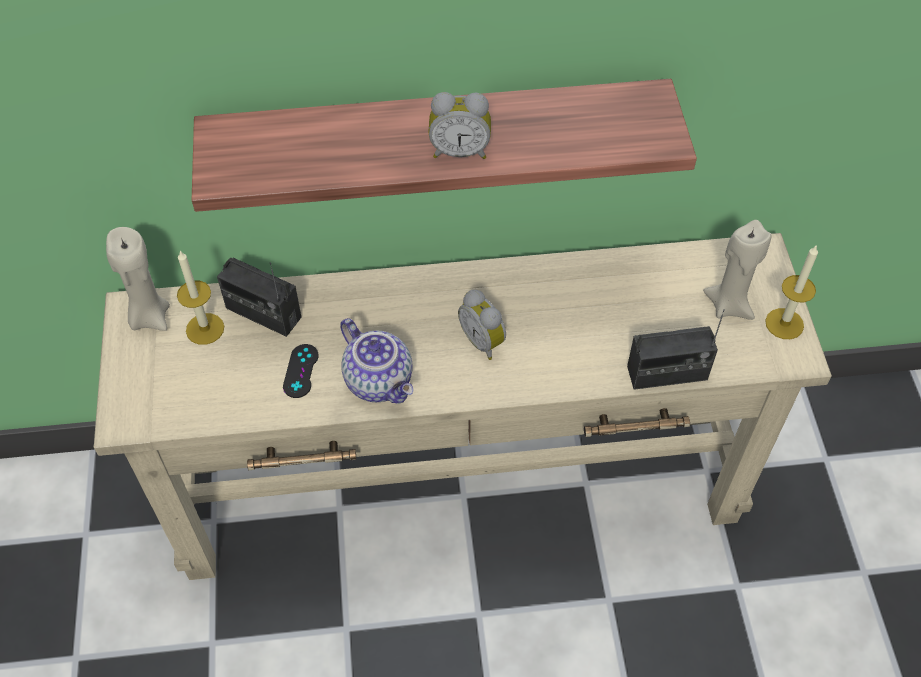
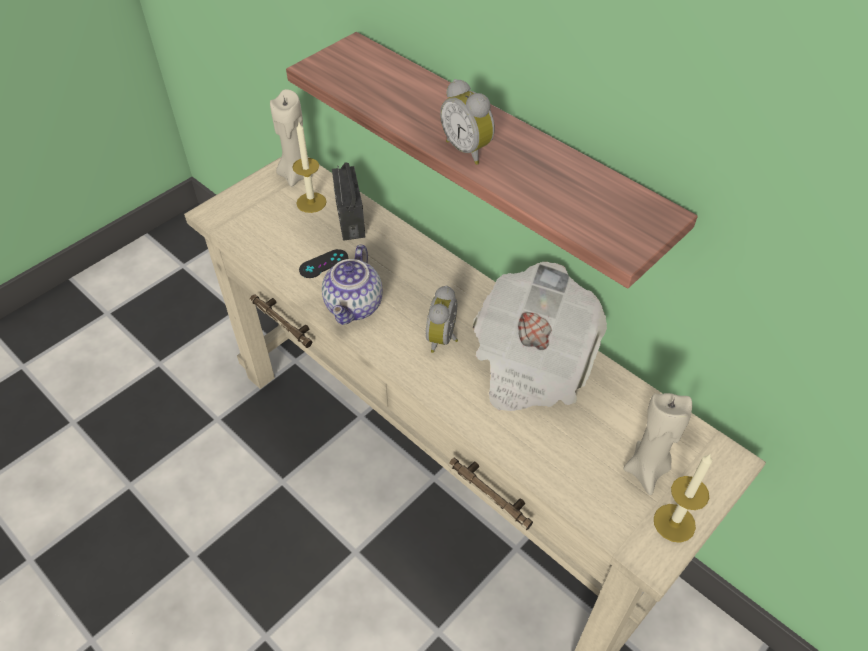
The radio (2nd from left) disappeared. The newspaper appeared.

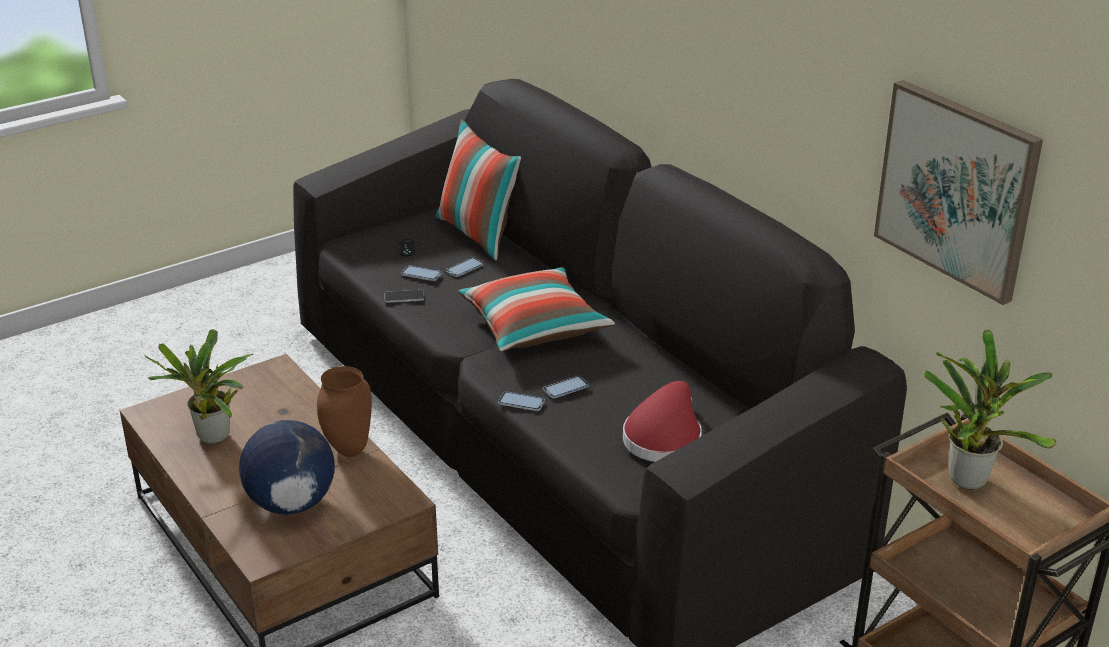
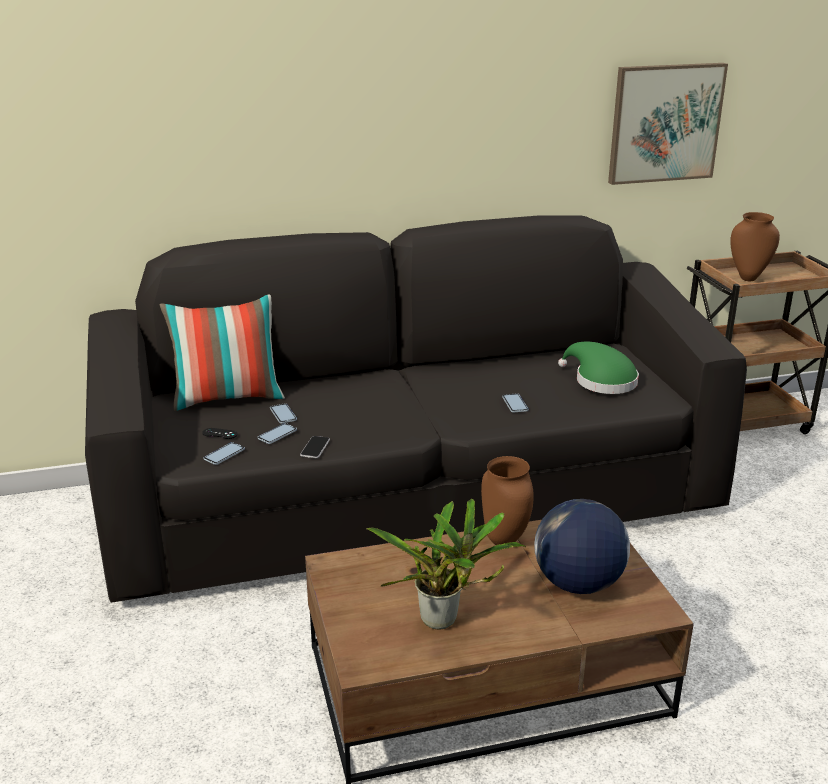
The pillow (2nd from left) disappeared. The phone (4th from left in the first image) moved. The hat (red) became the hat (green). The potted plant (2nd from left) was replaced by the vase (brown) (2nd from left).

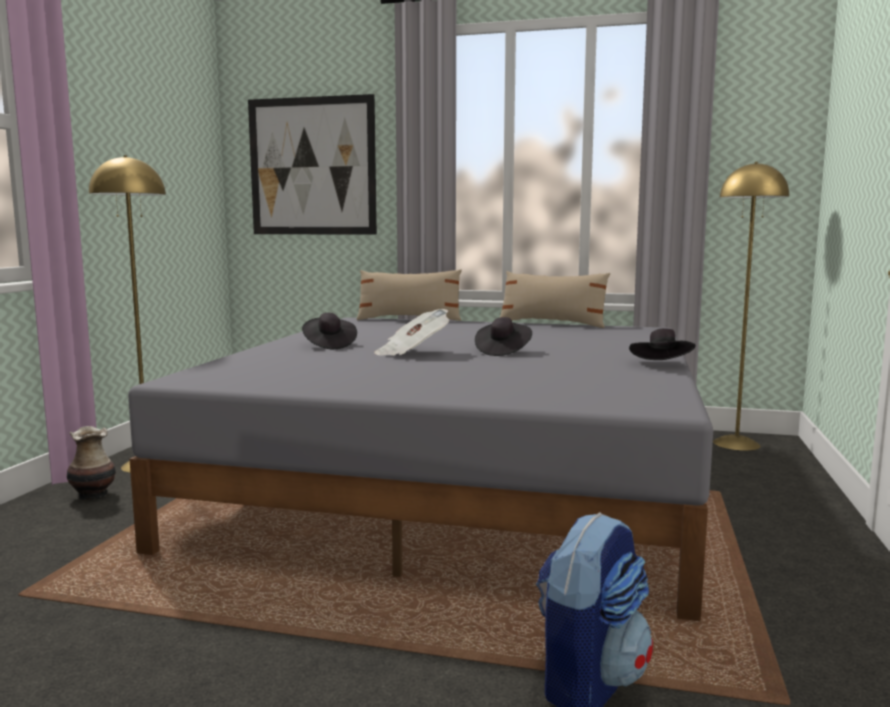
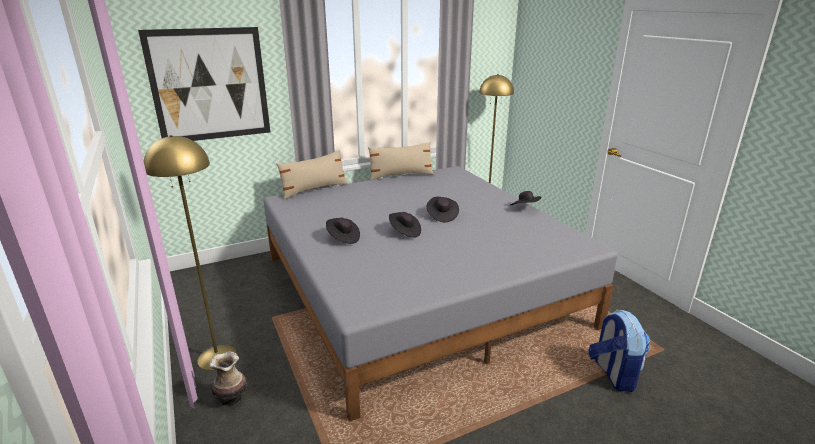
The newspaper was replaced by the hat (black) (2nd from left).

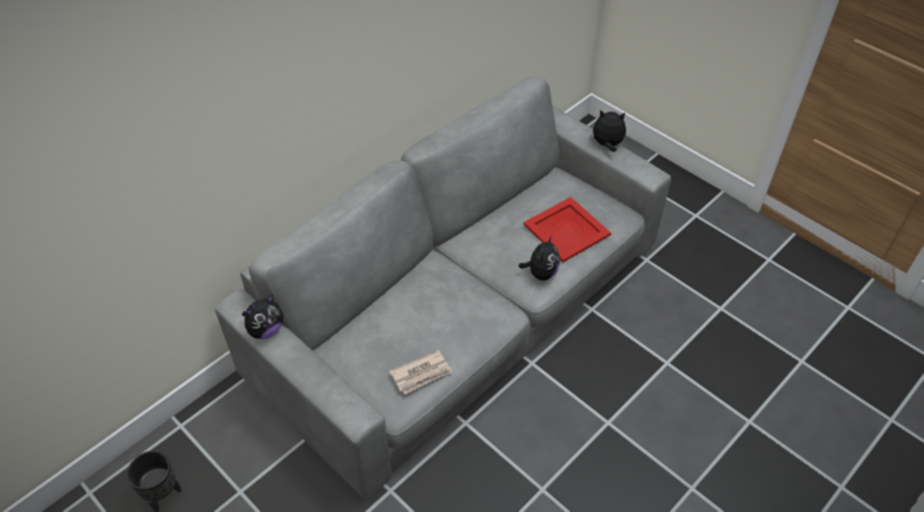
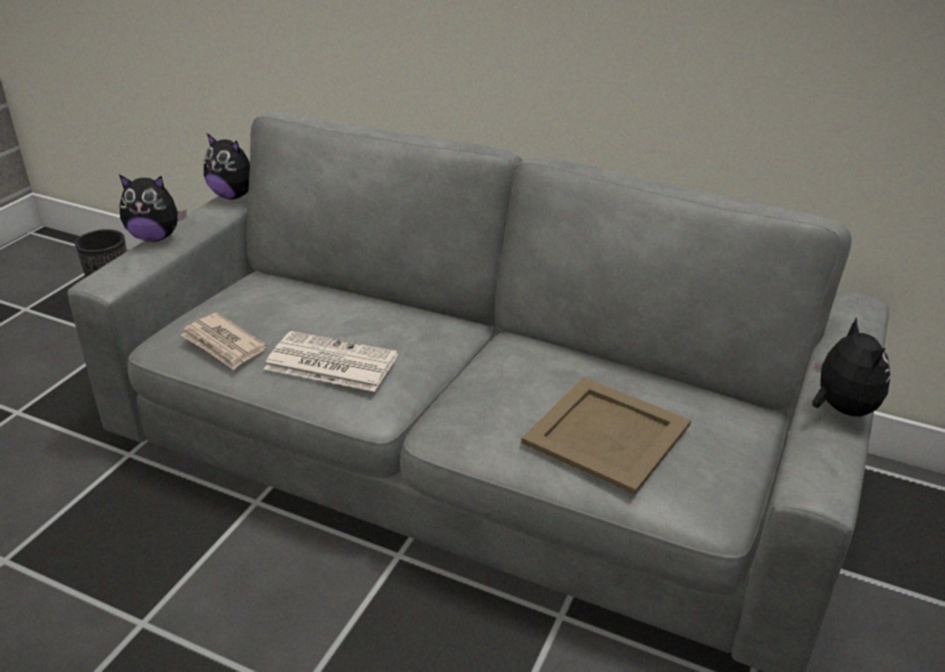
The plush toy (2nd from left in the first image) moved. The tray (red) became the tray (beige). The newspaper (2nd from left) appeared.

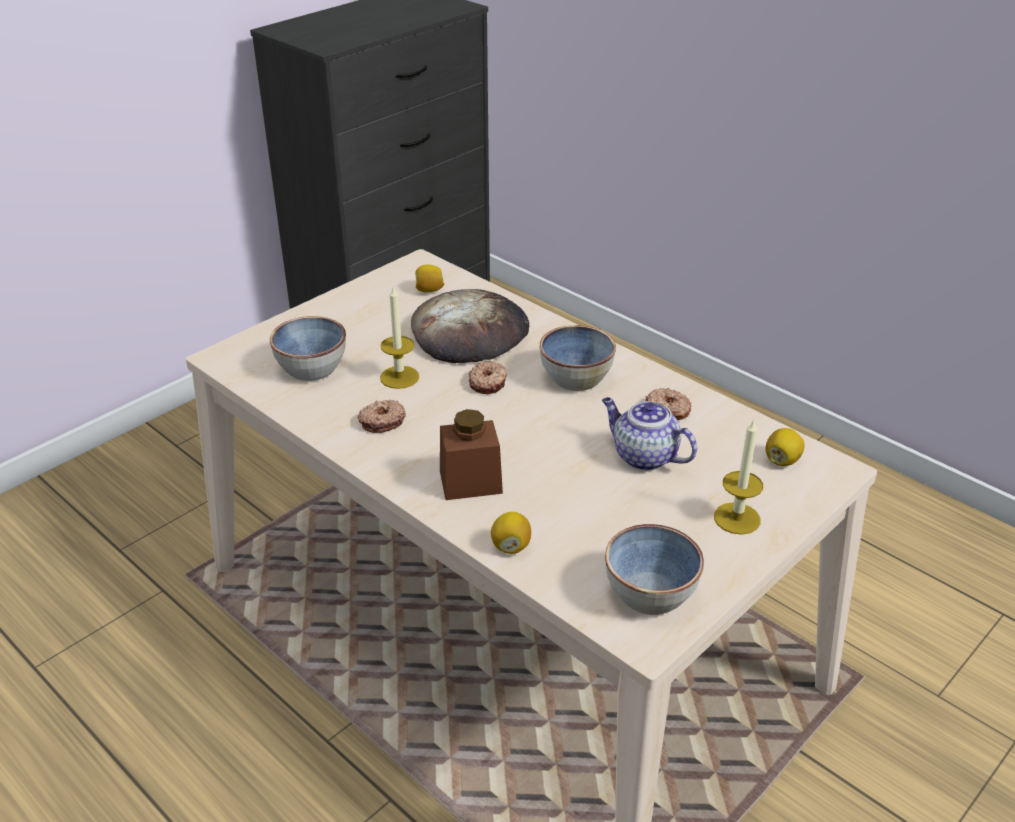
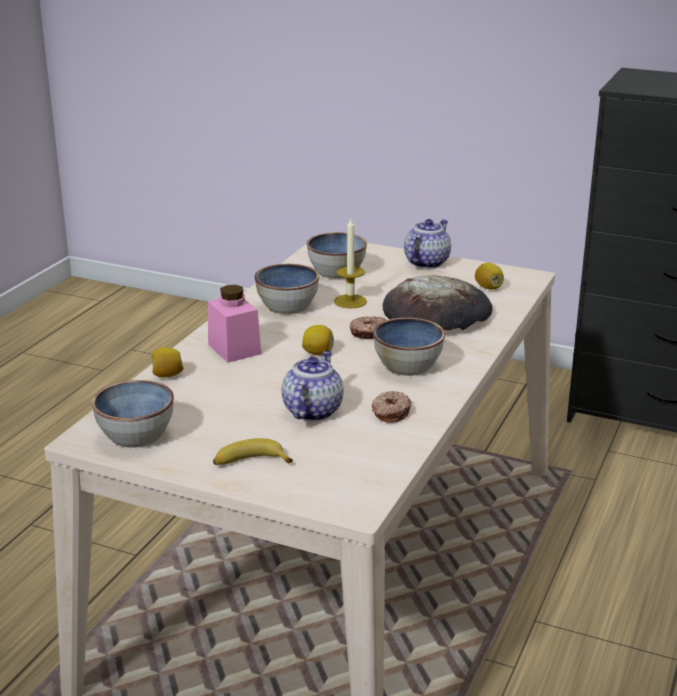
The donut (1st from left) was replaced by the bowl (2nd from left). The jar (brown) became the jar (pink). The candle (2nd from left) was replaced by the banana. The lemon (3rd from left in the first image) moved. The teapot (2nd from left) appeared.

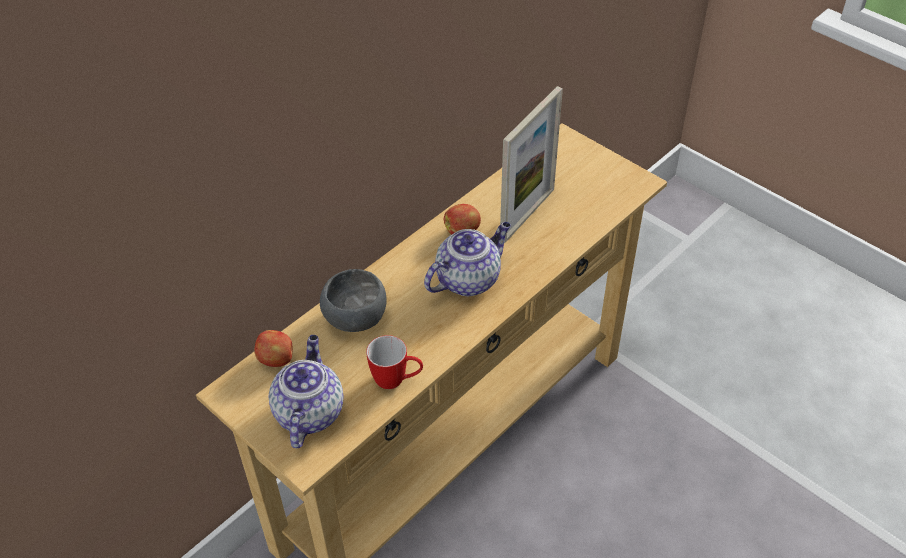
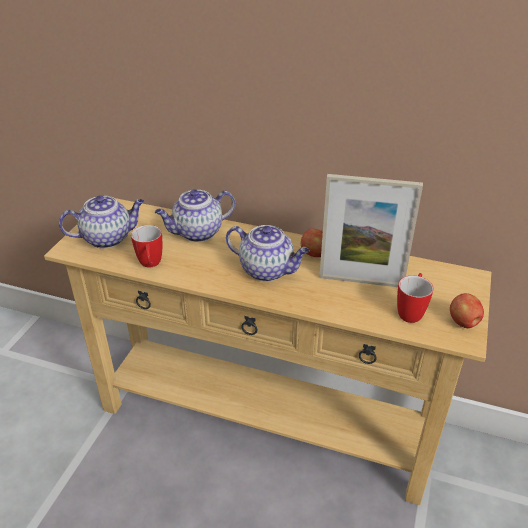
The apple (1st from left in the first image) moved. The bowl (grey) was replaced by the teapot (2nd from left). The mug (2nd from left) appeared.

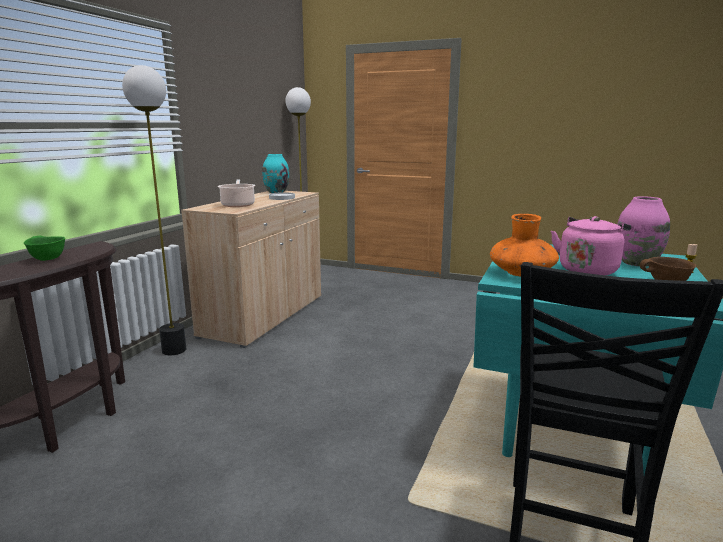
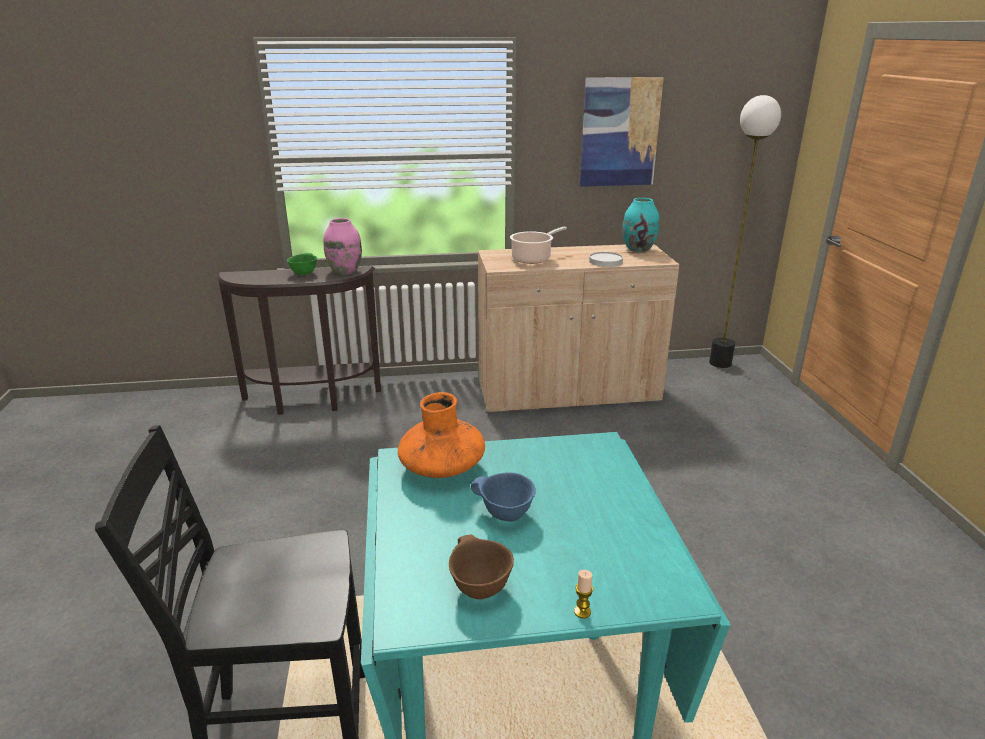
The floor lamp (1st from left) disappeared. The kettle (pink) was replaced by the bowl (blue). The vase (pink) moved. The picture appeared.

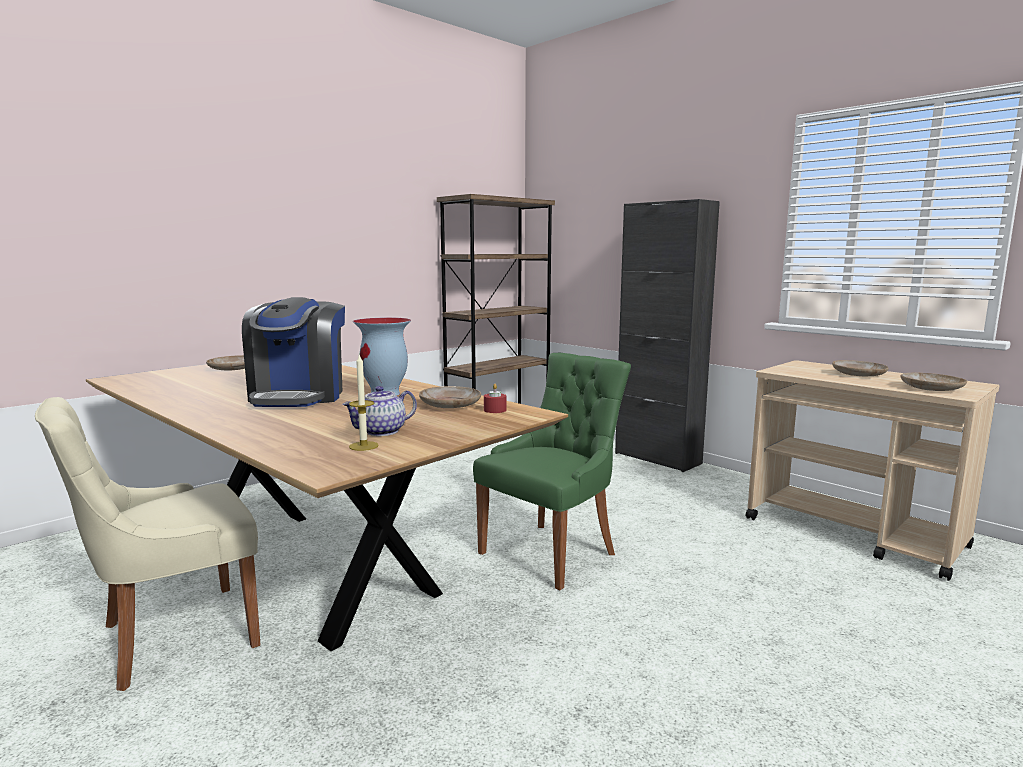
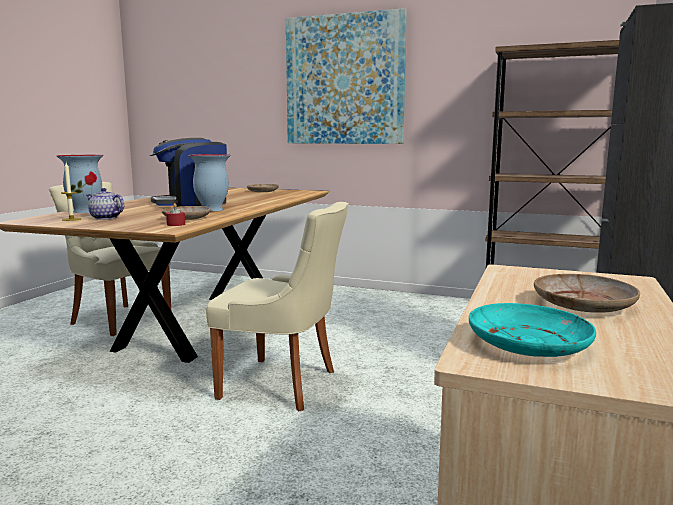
The chair (green) became the chair (beige) (2nd from left). The plate (beige) (4th from left) became the plate (turquoise). The vase (1st from left) appeared. The picture appeared.

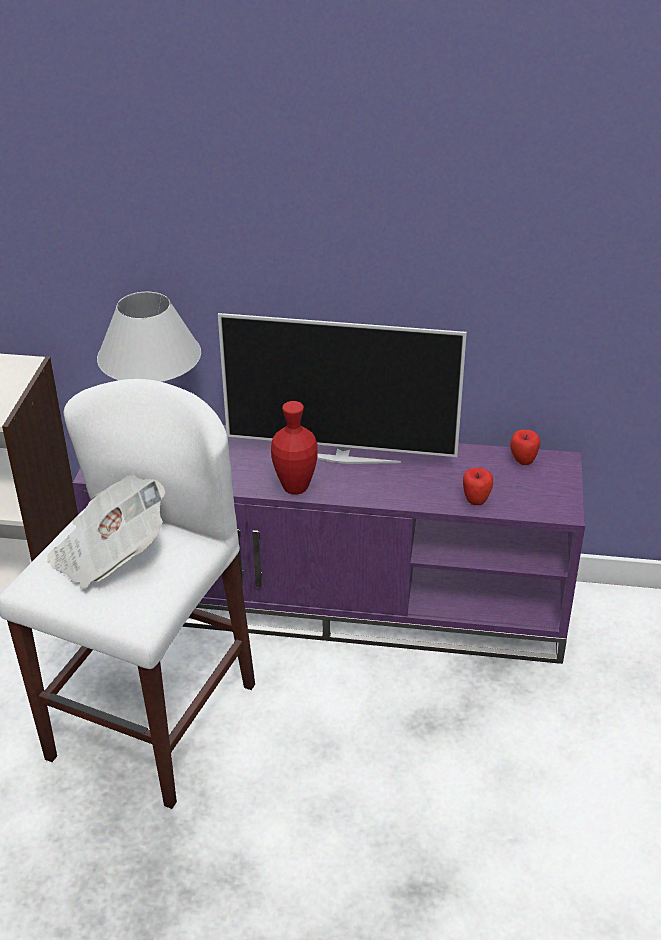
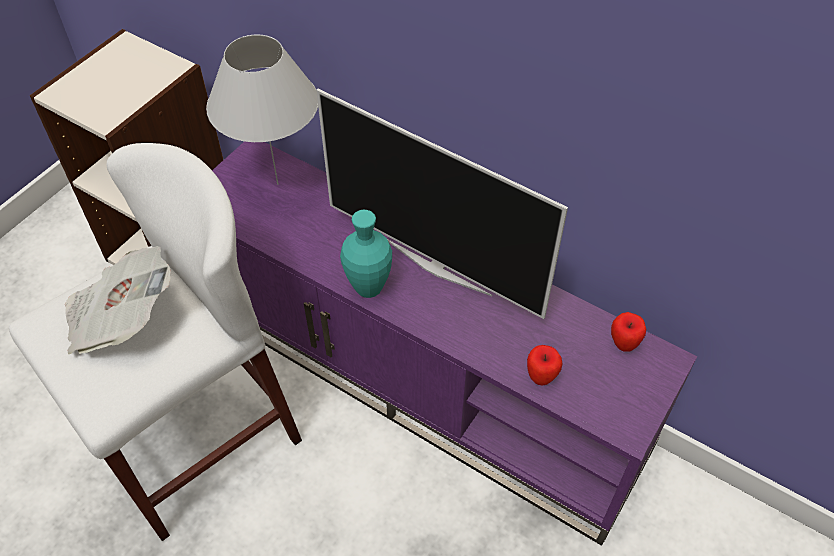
The vase (red) became the vase (turquoise).

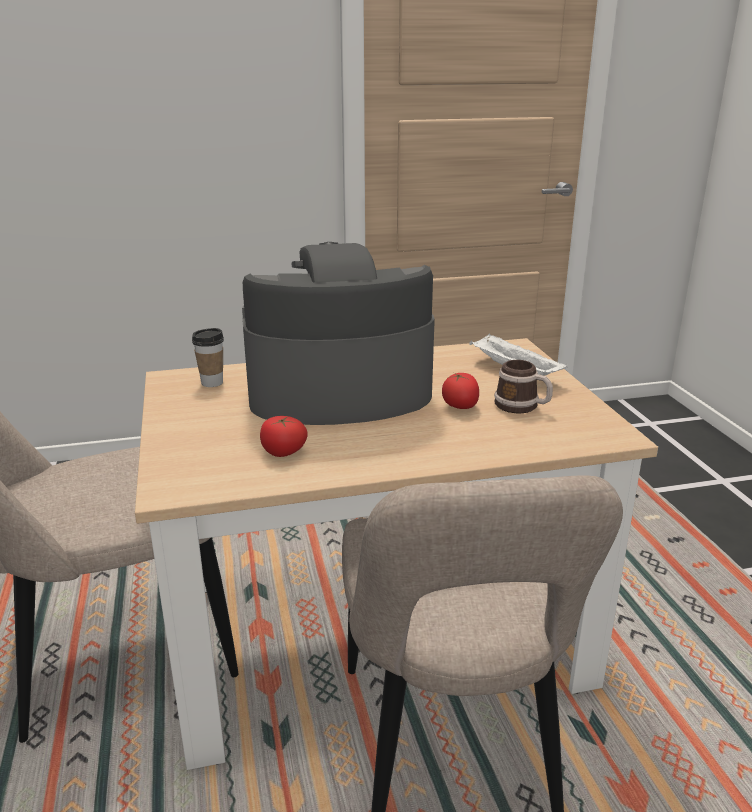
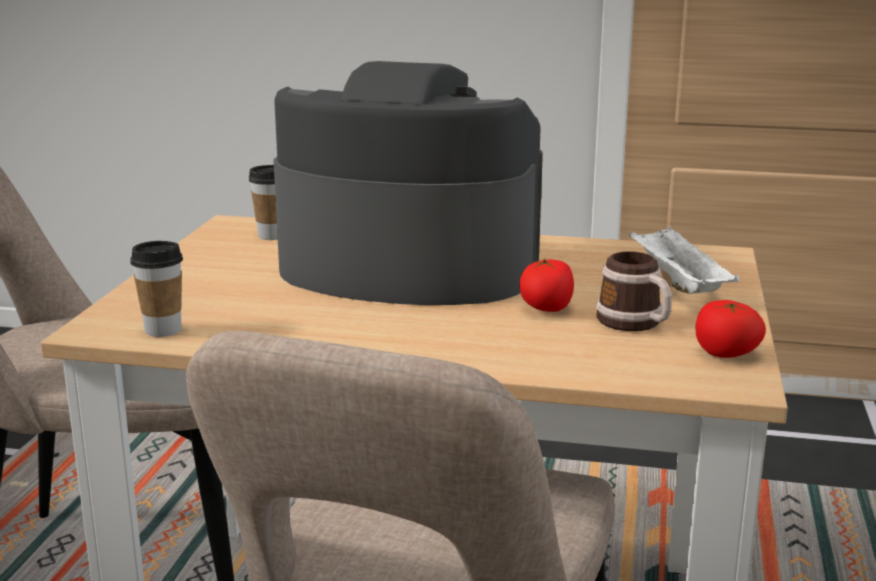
The tomato (1st from left in the first image) moved. The cup (1st from left) appeared.

